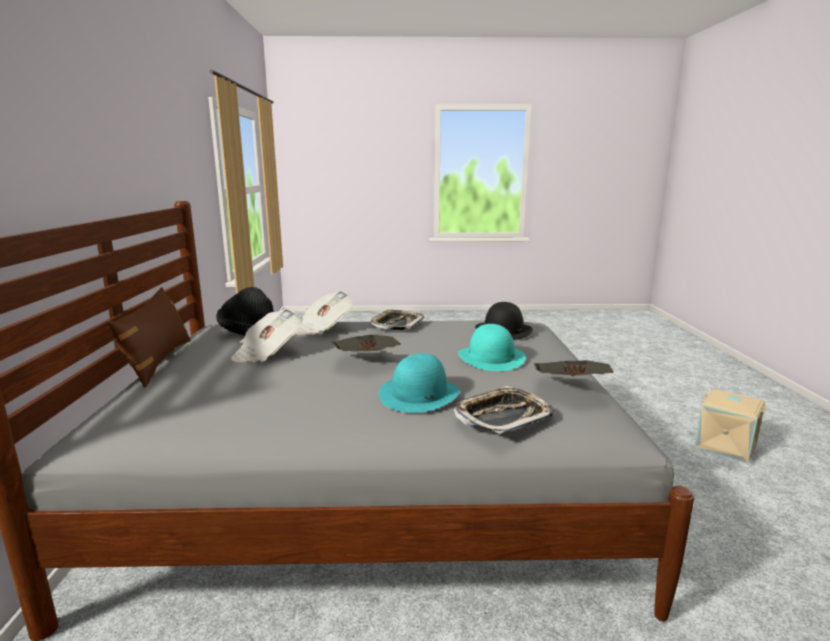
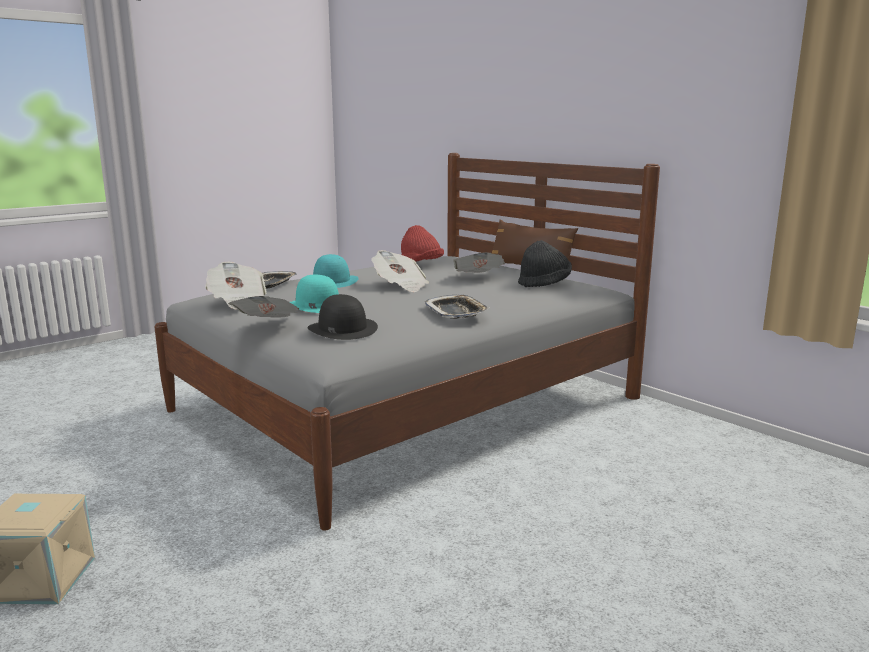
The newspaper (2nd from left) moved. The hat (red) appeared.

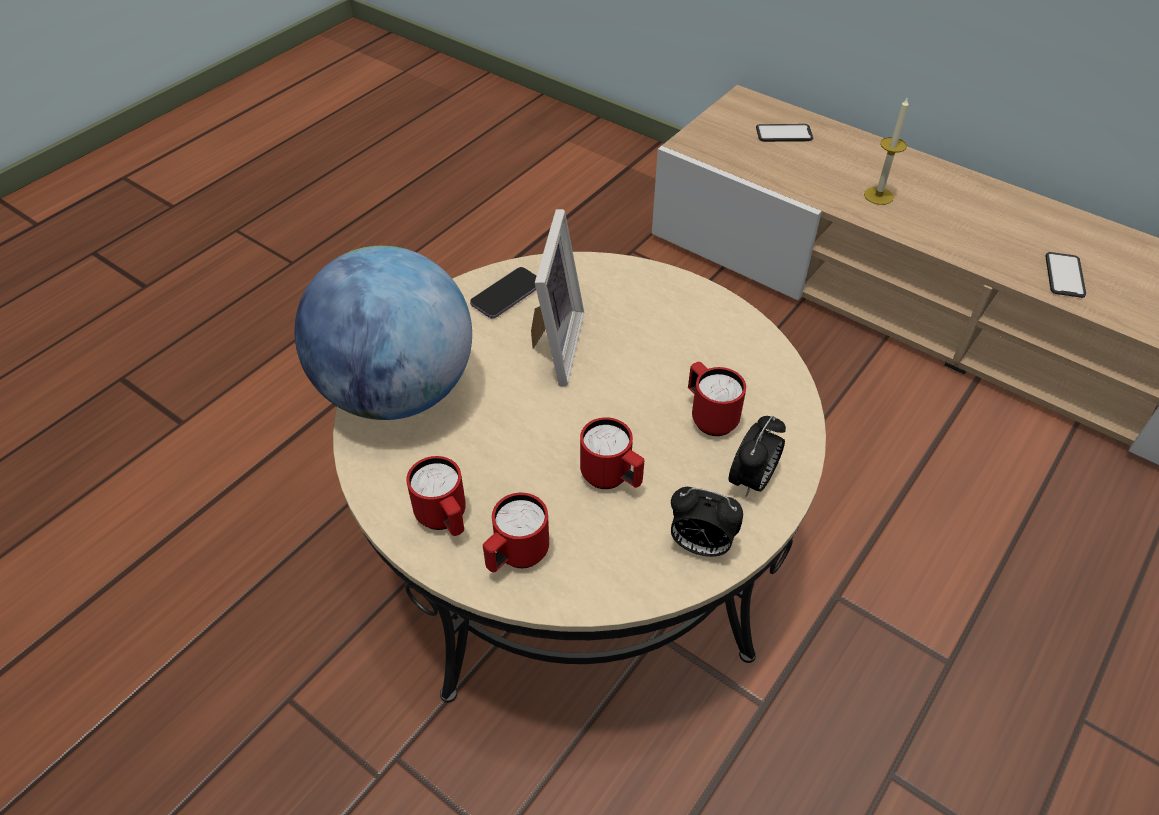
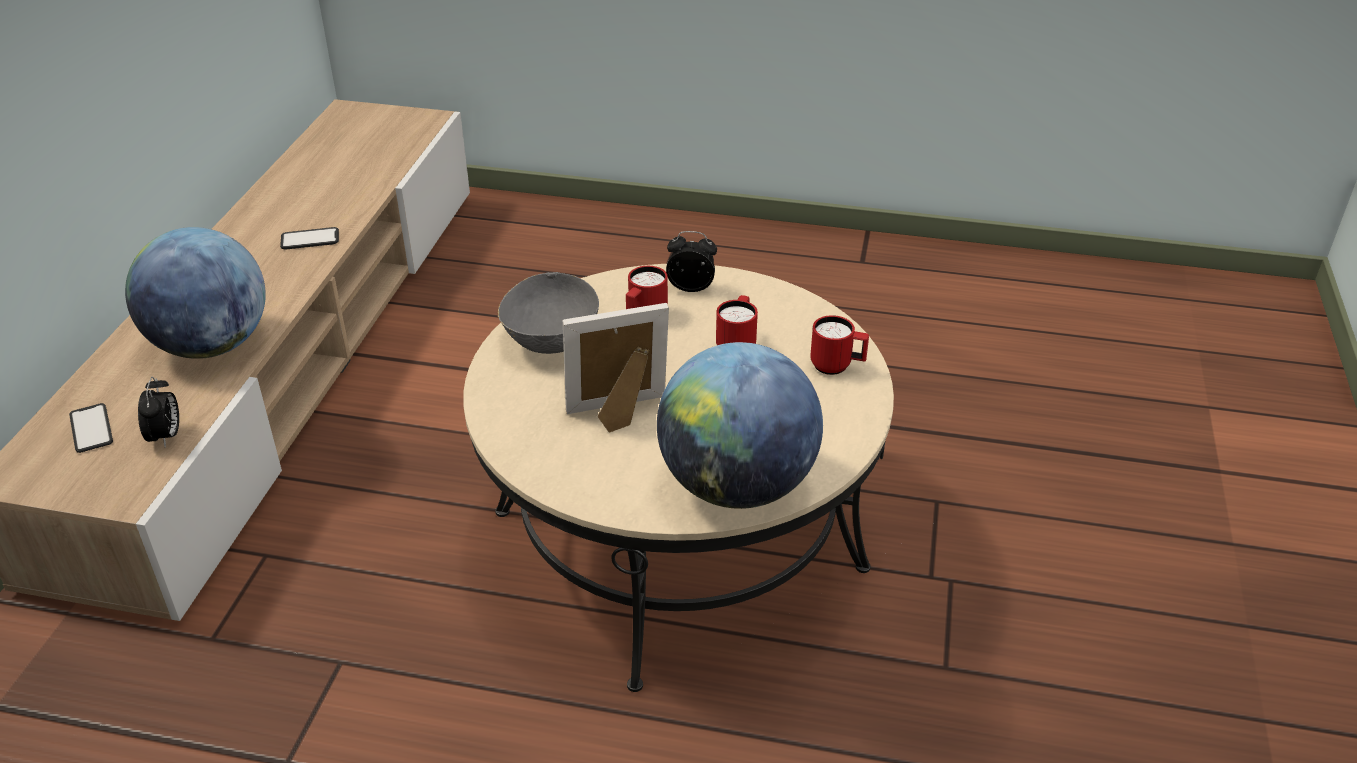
The mug (red) (1st from left) disappeared. The phone (1st from left) disappeared. The alarm clock (1st from left) moved. The candle was replaced by the globe (1st from left). The bowl (grey) appeared.

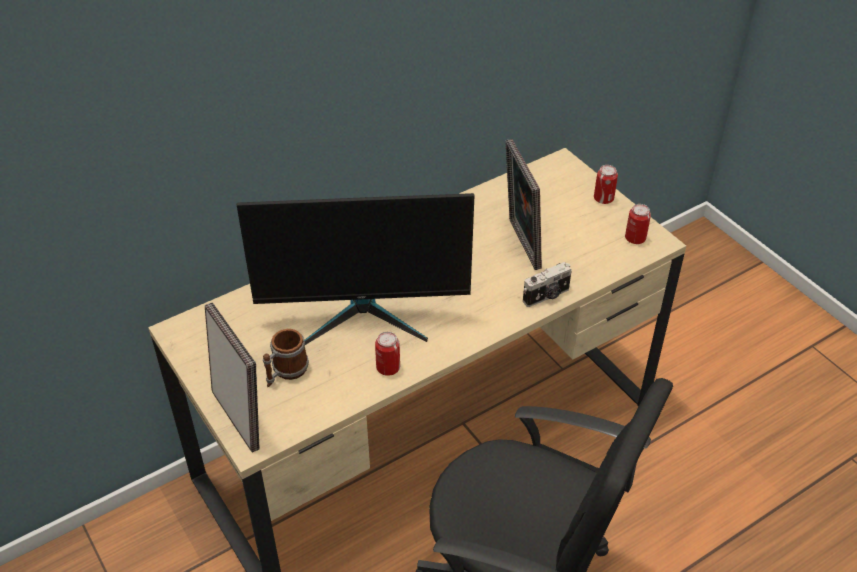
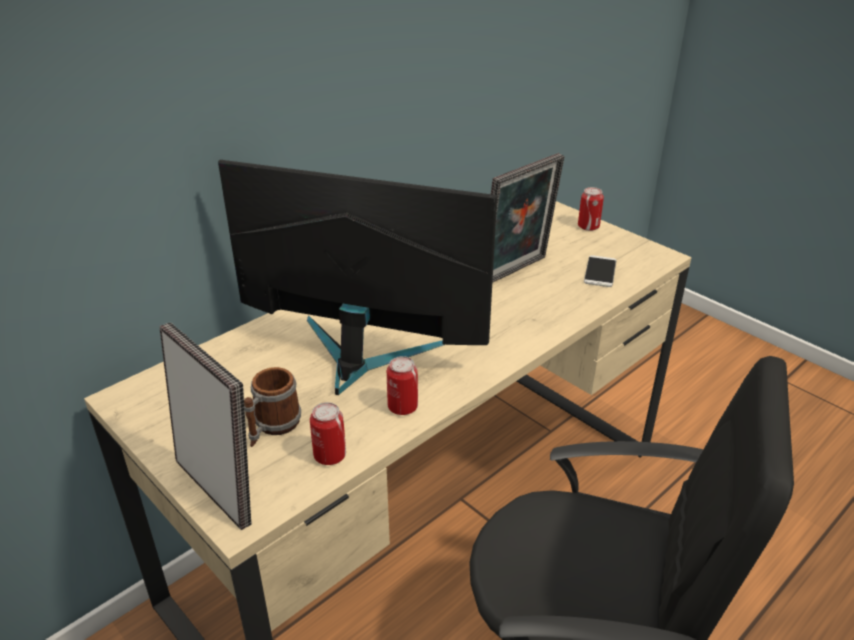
The monitor turned 150 degrees counterclockwise. The picture frame (2nd from left) turned 105 degrees counterclockwise. The photo camera disappeared. The can (3rd from left in the first image) moved. The phone appeared.

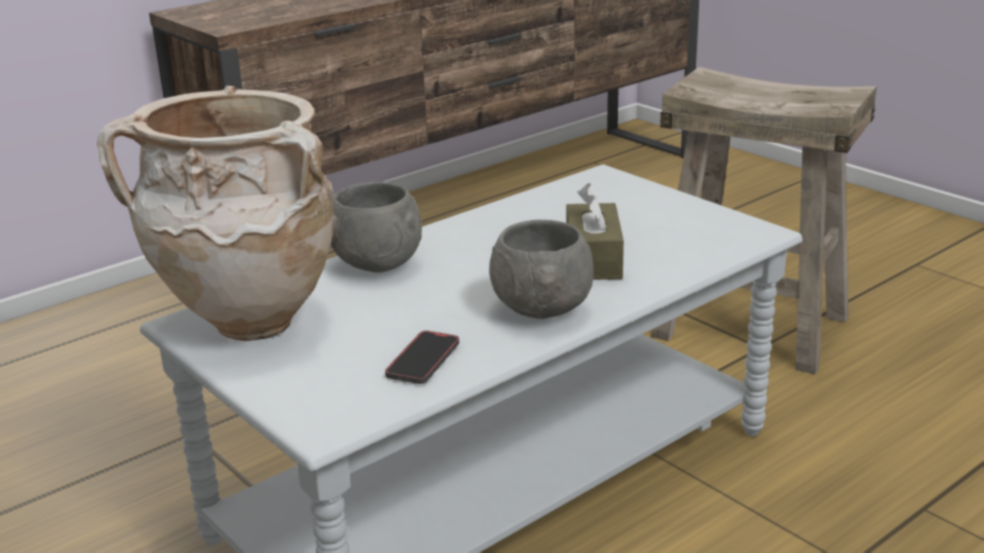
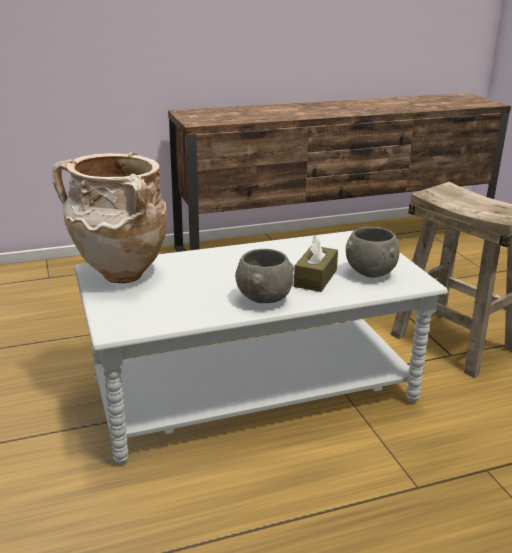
The bowl (grey) (1st from left in the first image) moved. The phone disappeared.

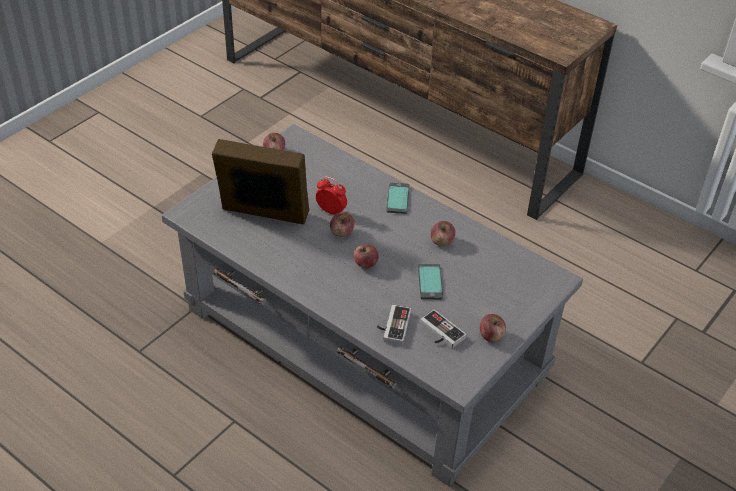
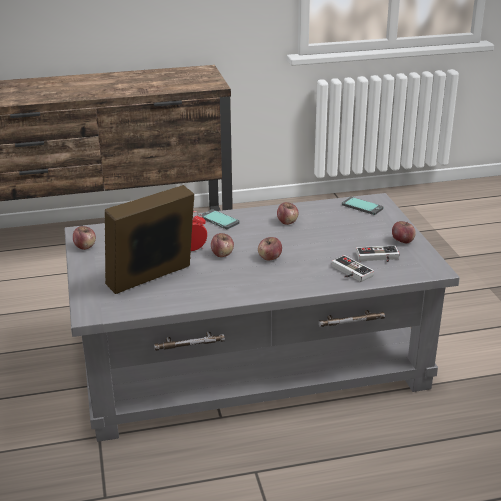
The phone (2nd from left) moved.

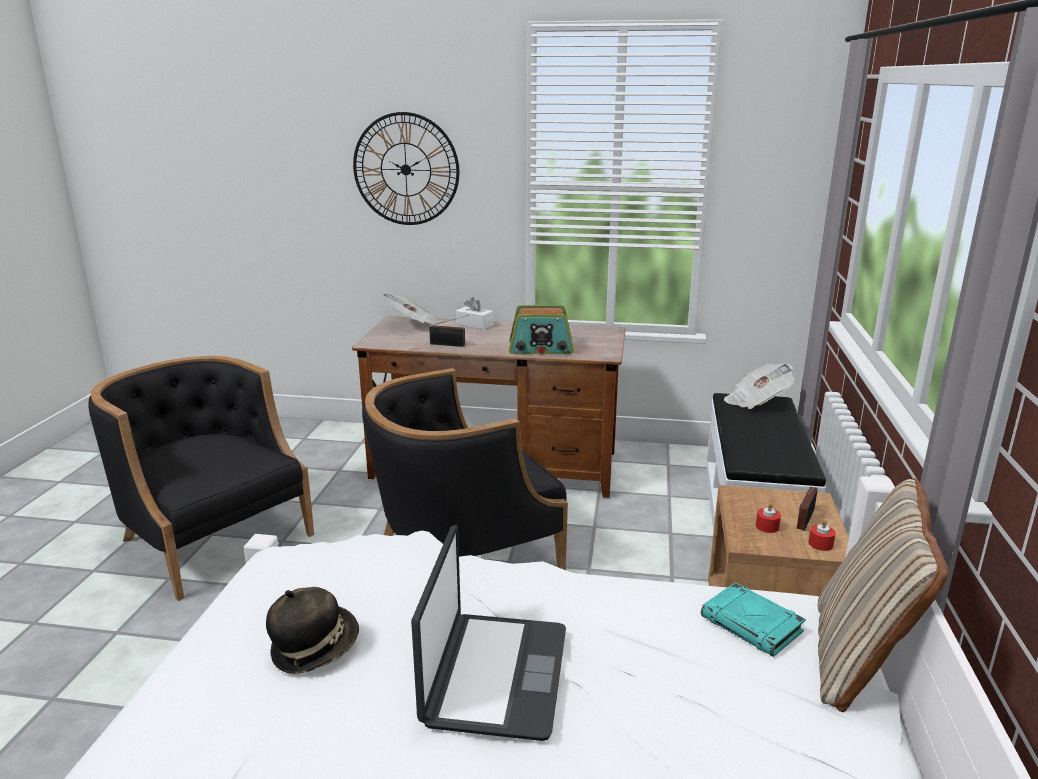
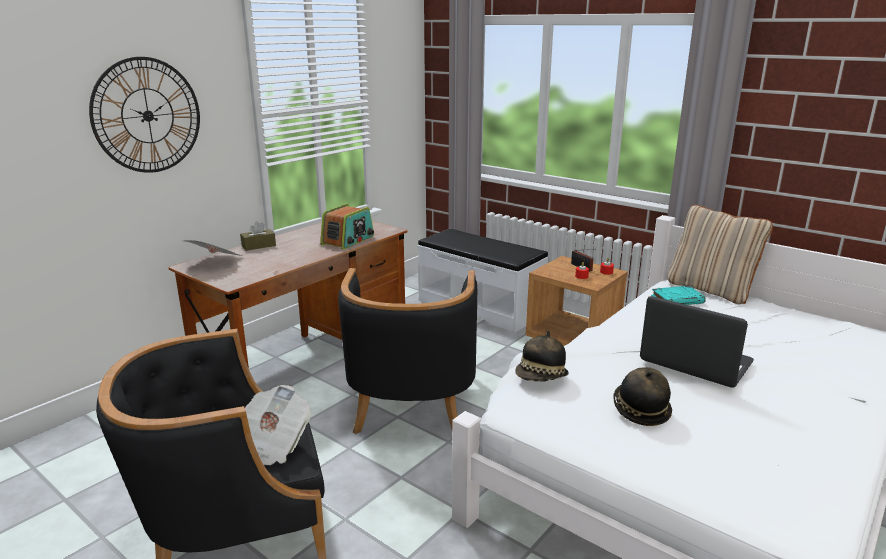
The radio (1st from left) disappeared. The tissue box (white) became the tissue box (brown). The newspaper (2nd from left) moved. The hat (1st from left) appeared.

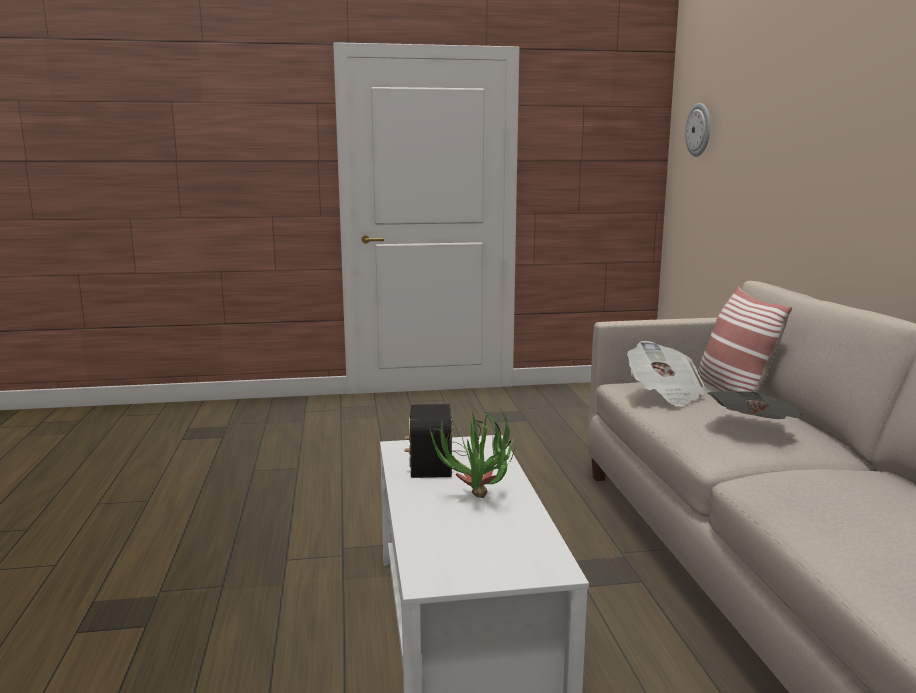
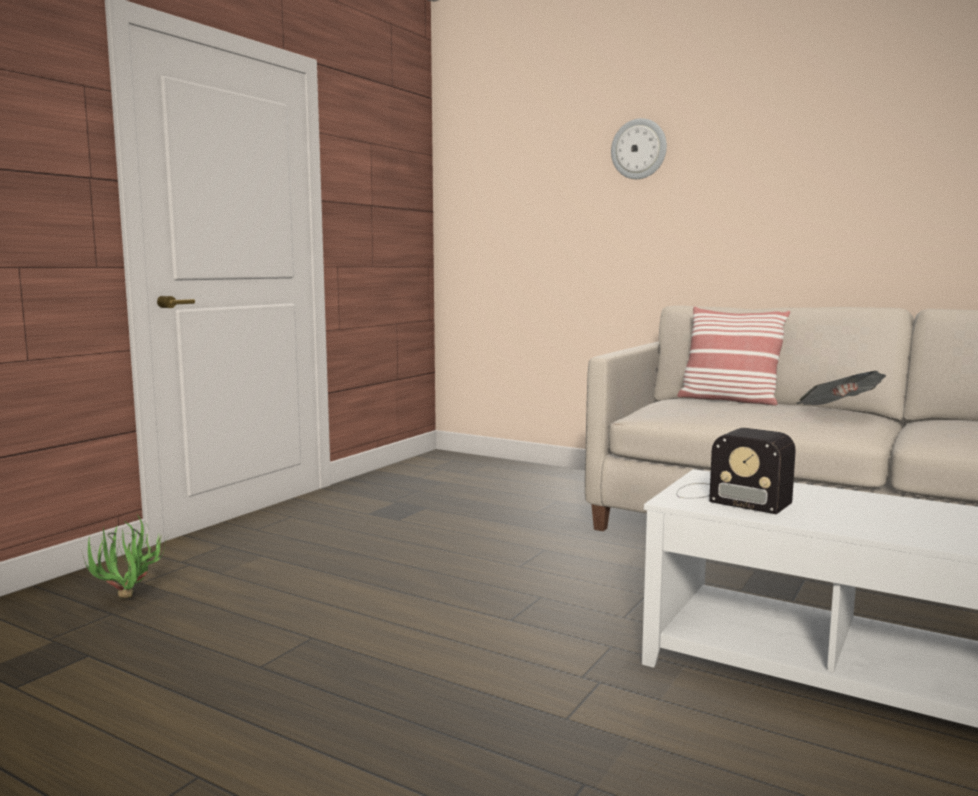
The potted plant moved. The newspaper (1st from left) disappeared. The wall clock moved.

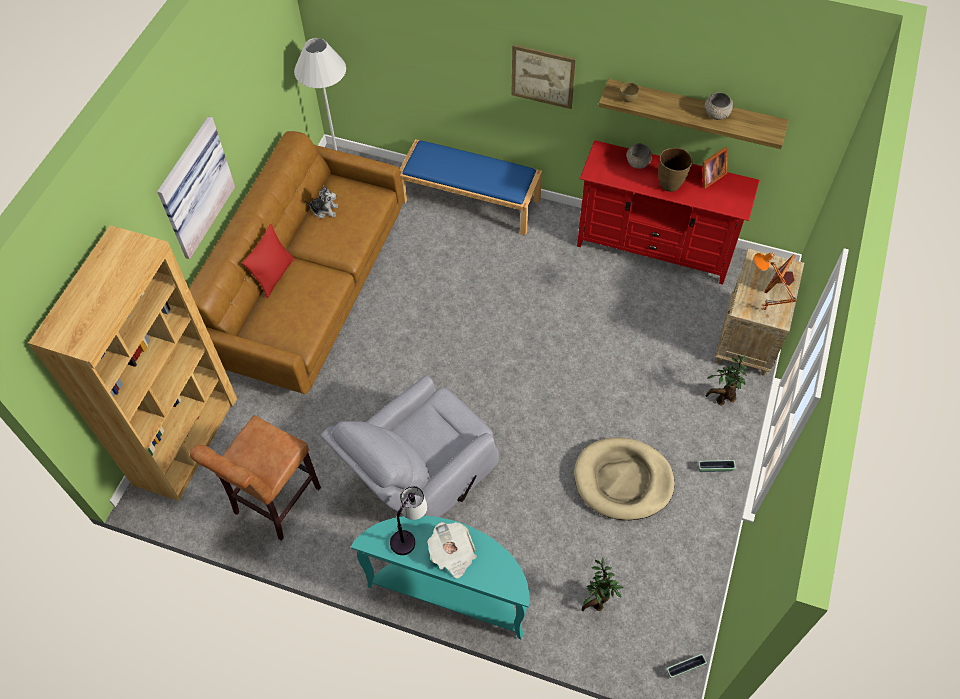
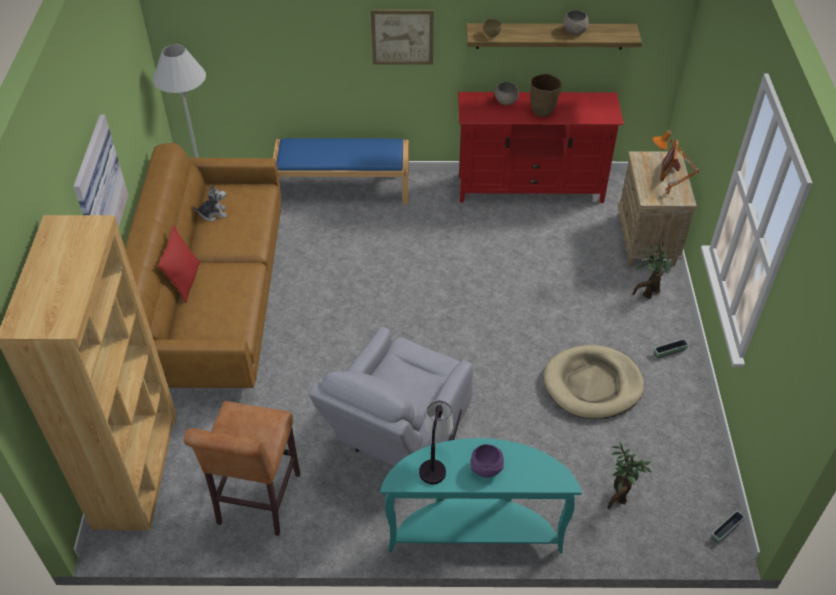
The newspaper was replaced by the bowl (purple). The picture frame (1st from left) disappeared.

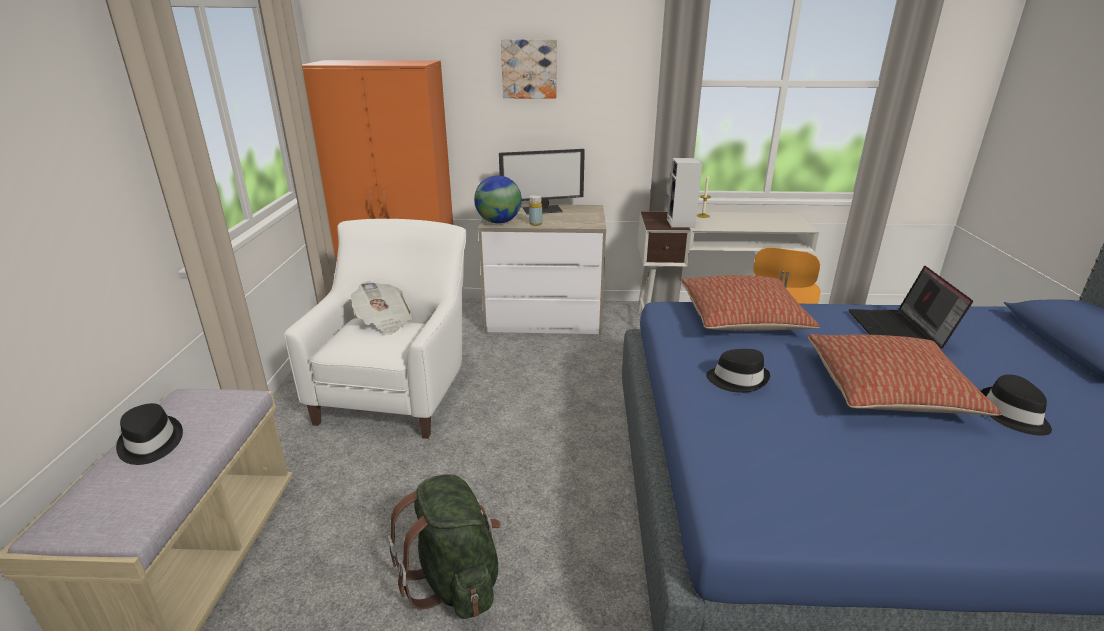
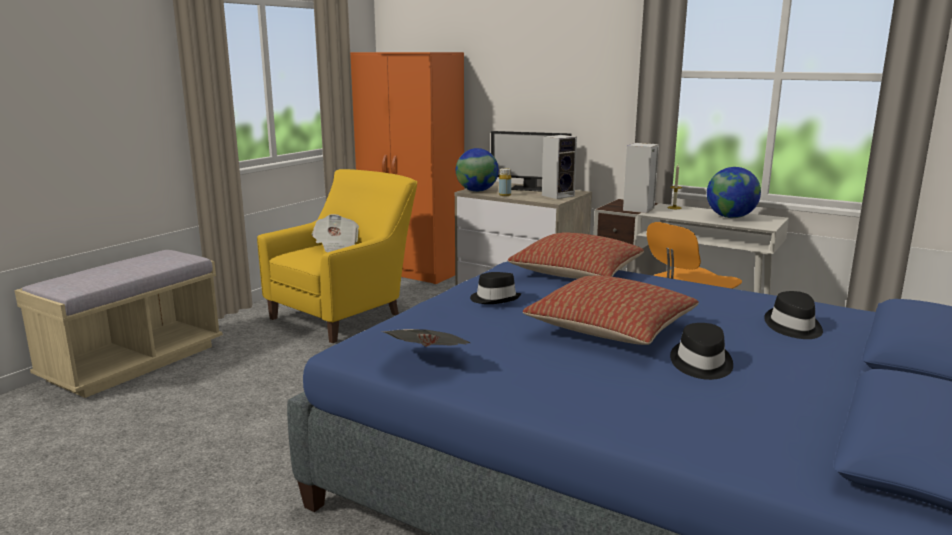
The hat (black) (1st from left in the first image) moved. The armchair (white) became the armchair (yellow). The backpack (green) disappeared. The picture disappeared. The laptop disappeared. The newspaper (2nd from left) appeared. The speaker (1st from left) appeared. The globe (2nd from left) appeared.

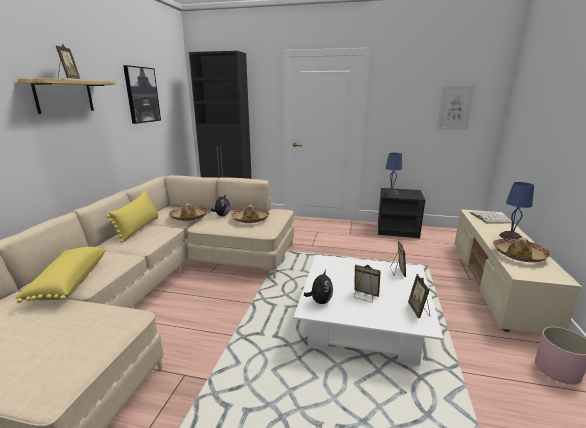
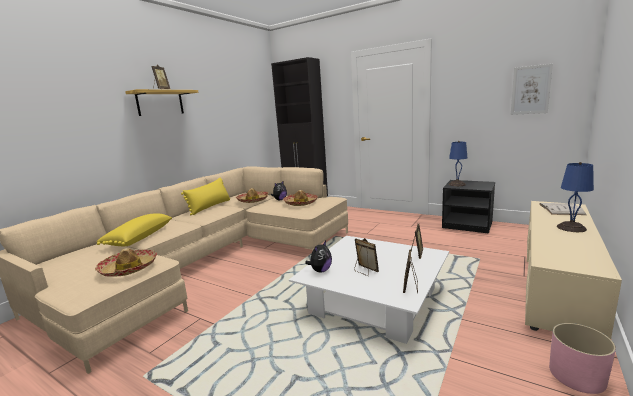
The picture (1st from left) disappeared. The hat (3rd from left in the first image) moved.

